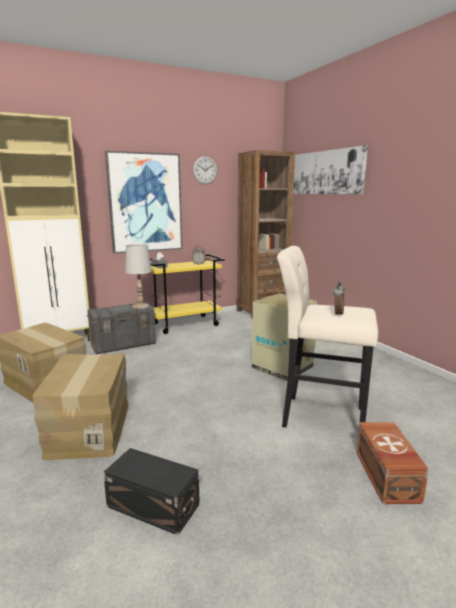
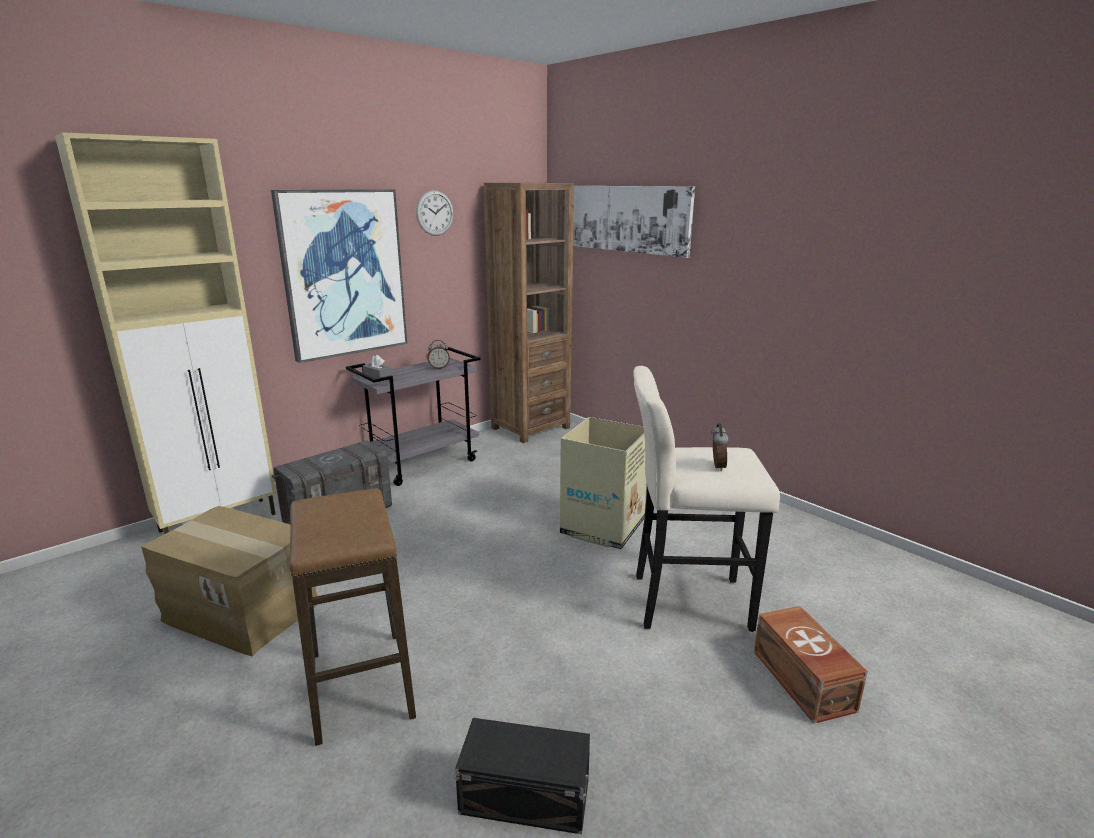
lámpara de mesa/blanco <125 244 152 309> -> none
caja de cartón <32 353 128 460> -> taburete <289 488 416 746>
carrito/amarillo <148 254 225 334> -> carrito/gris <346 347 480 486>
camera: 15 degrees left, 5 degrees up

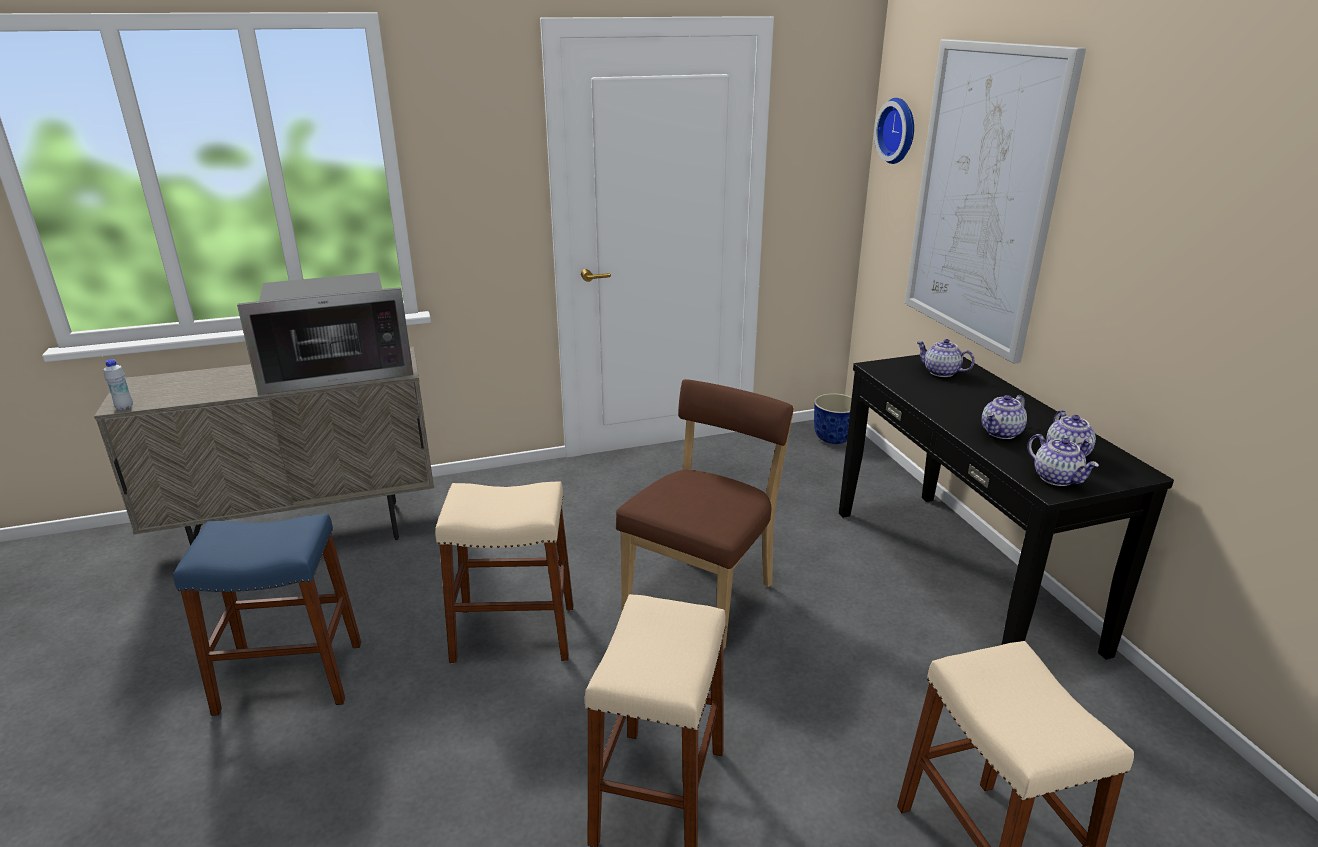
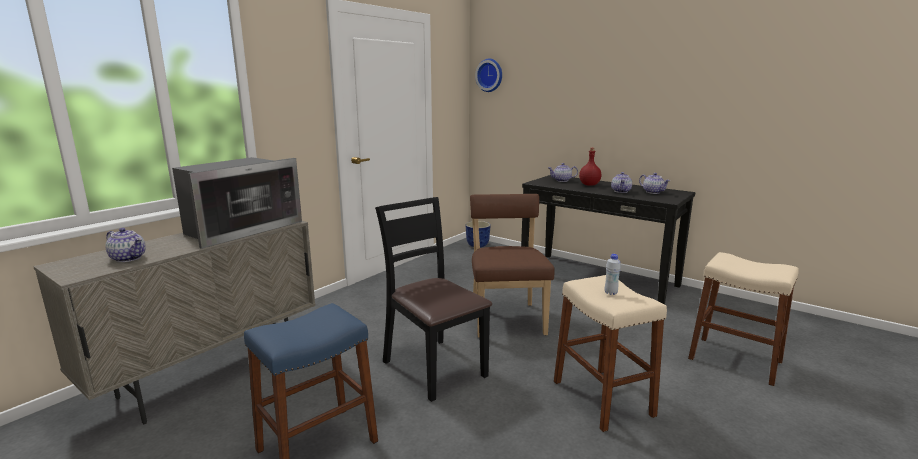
cuadro <905 39 1086 364> -> none
none -> botella/rojo <579 148 601 186>
botella/blanco <103 359 133 410> -> botella/blanco <605 254 621 295>, relocated
tetera <1027 434 1099 486> -> tetera <105 228 146 262>, relocated
taburete/beis <435 481 573 663> -> silla/negro <375 197 492 402>
camera: 35 degrees left, 10 degrees down

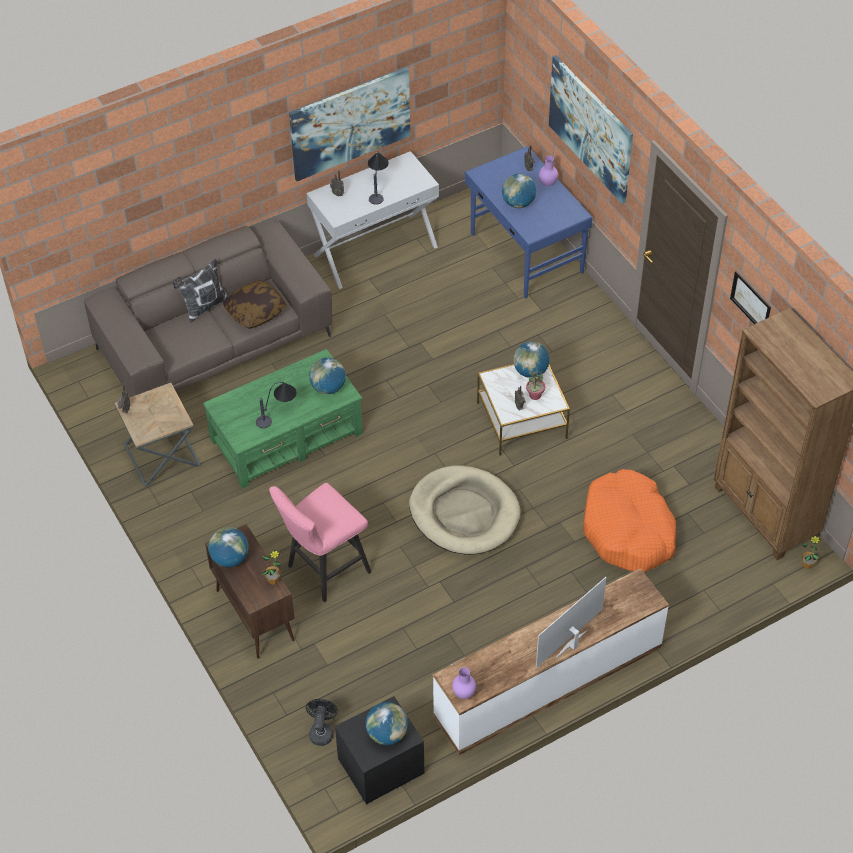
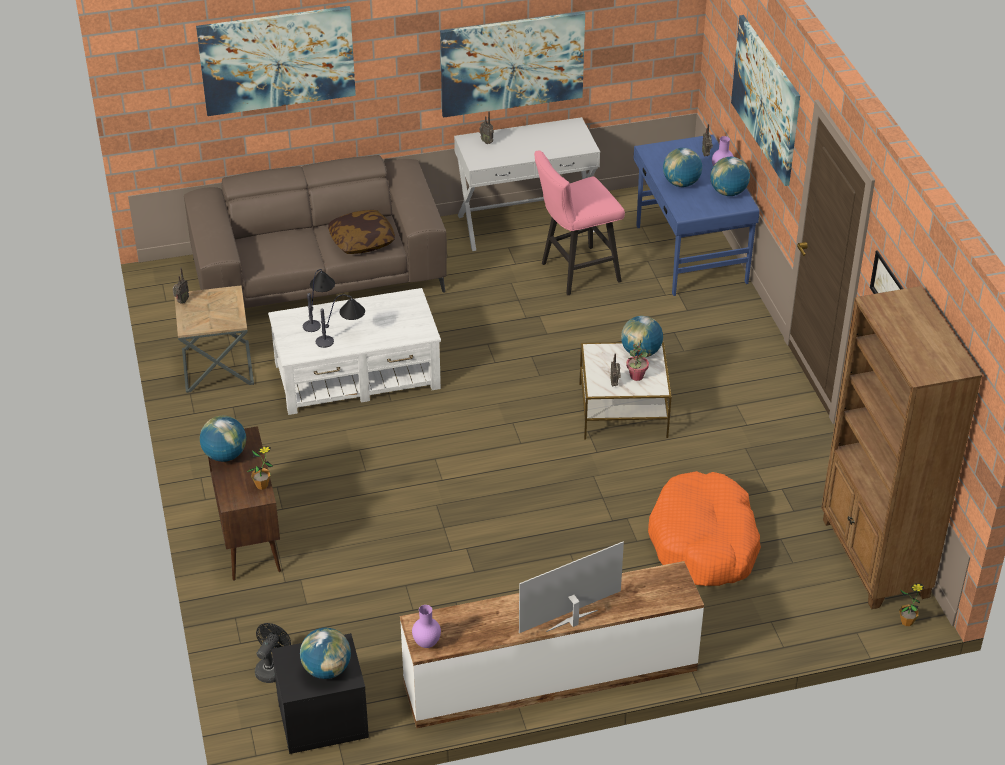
cojín <172 258 229 323> -> none
cama para perro/beis <409 466 521 555> -> none
none -> cuadro <196 6 356 116>
taburete/rosa <269 483 371 602> -> taburete/rosa <534 151 625 295>, relocated
globo terráqueo <309 358 346 394> -> globo terráqueo <710 157 750 196>, relocated
lámpara de mesa <368 151 389 205> -> lámpara de mesa <303 269 335 332>, relocated
mesa de centro/verde <203 349 363 489> -> mesa de centro/blanco <268 288 441 415>
camera: 15 degrees right, 10 degrees down

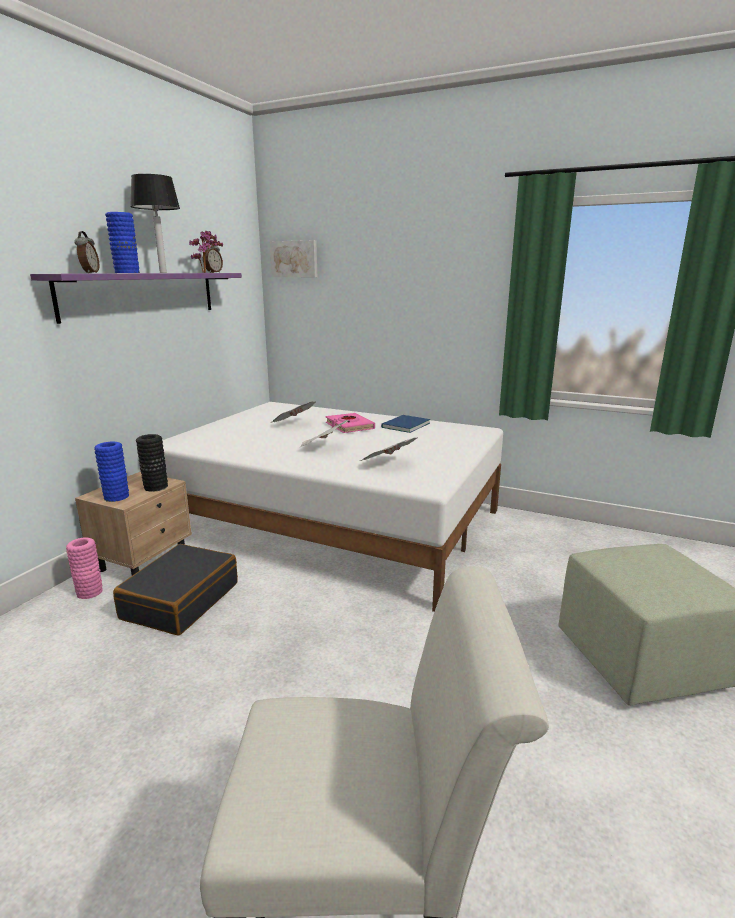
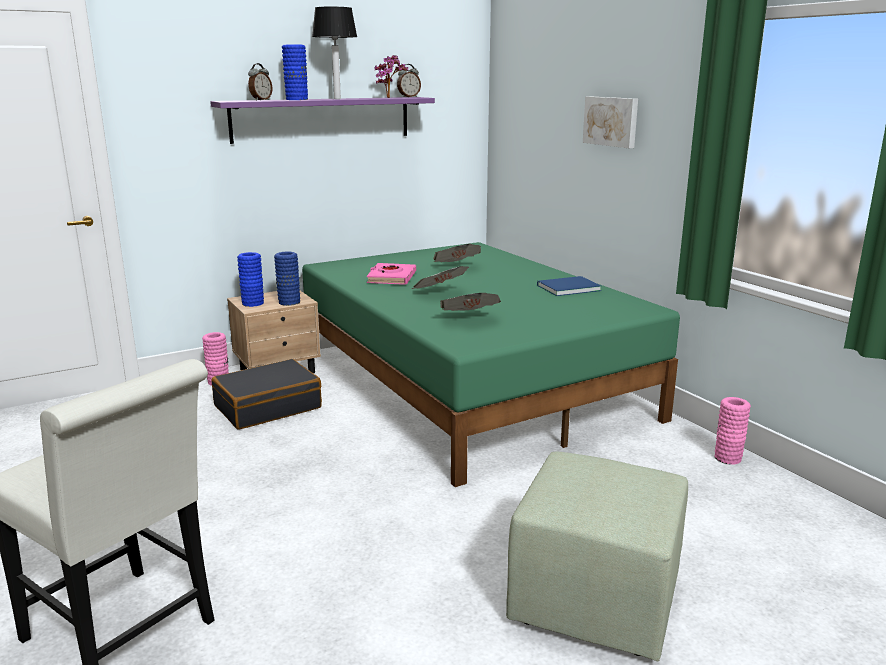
none -> florero/rosa <714 397 751 465>
cuadro <270 240 317 277> -> cuadro <583 96 638 148>, relocated
libro/rosa <325 413 375 433> -> libro/rosa <367 263 416 285>, relocated
florero/negro <136 434 168 492> -> florero/azul <274 252 300 306>
cama/blanco <162 402 503 612> -> cama/verde <302 242 680 487>
camera: 35 degrees right, 0 degrees up

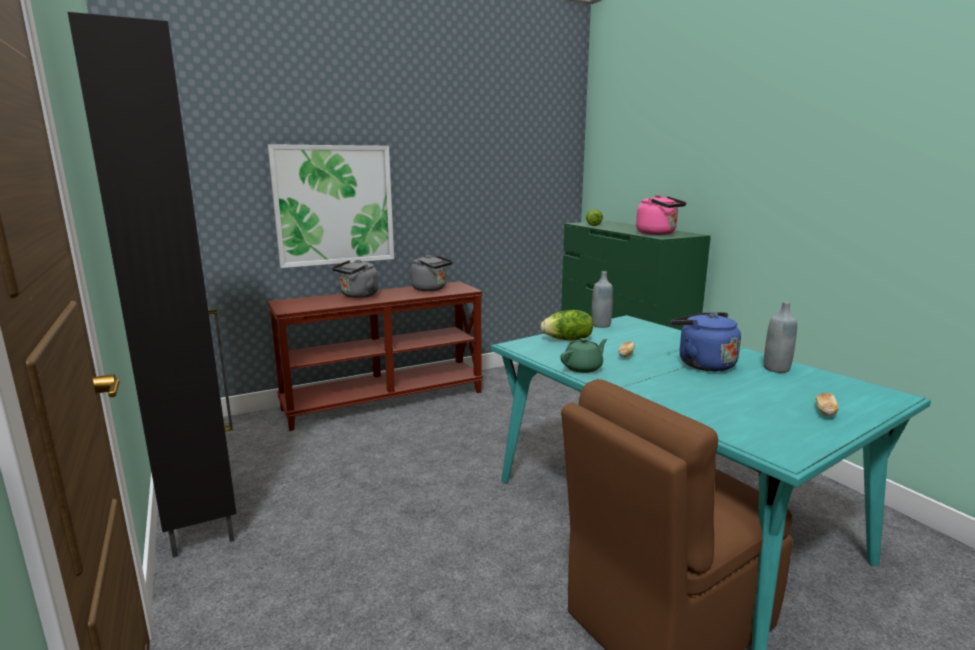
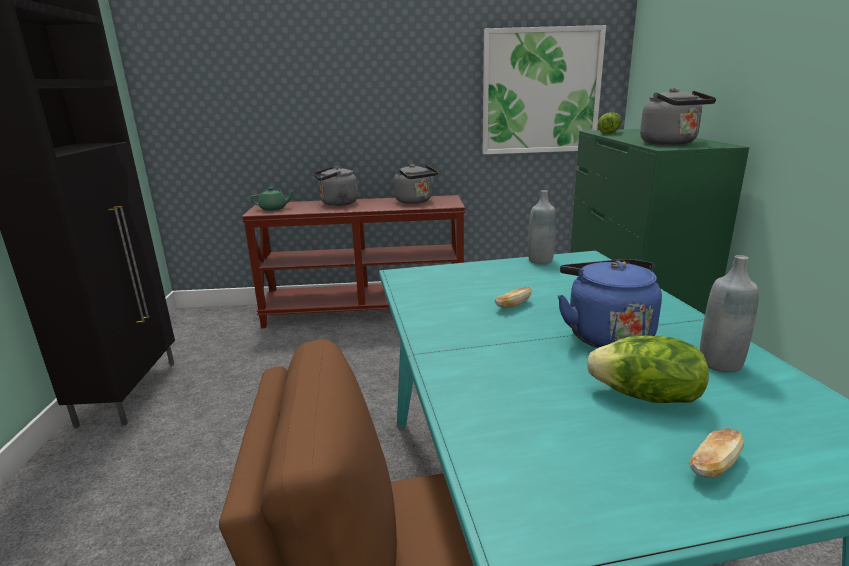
cuadro <268 144 394 268> -> cuadro <483 25 606 154>, relocated
lechuga <540 310 593 341> -> lechuga <587 336 709 403>, relocated
tetera/verde <560 338 608 373> -> tetera/verde <250 187 295 211>, relocated
hervidor/rosa <636 195 686 235> -> hervidor/gris <640 88 716 145>
camera: 25 degrees right, 5 degrees up

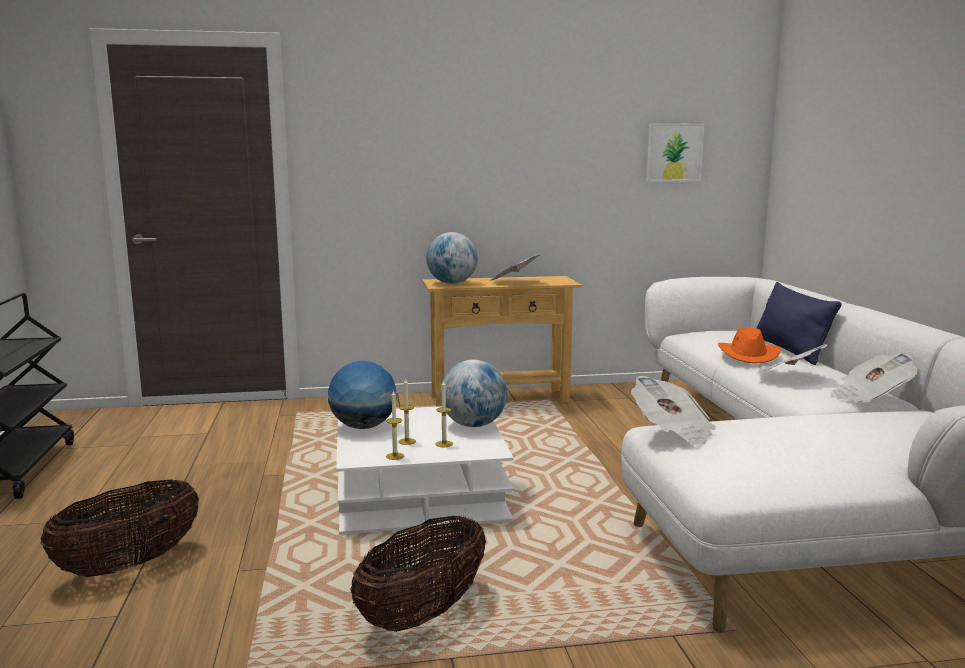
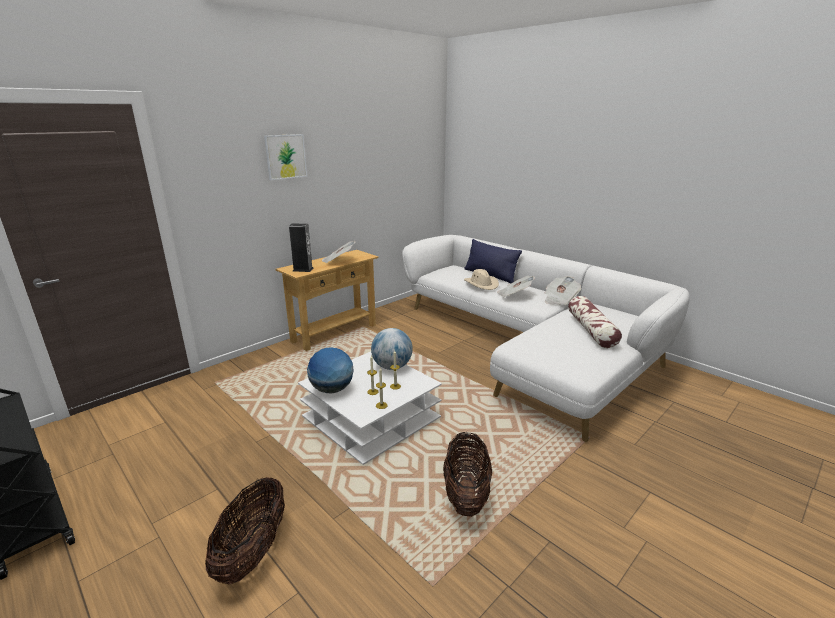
periódico <631 376 716 447> -> none
none -> cojín <568 296 622 348>
cuadro <647 123 704 182> -> cuadro <264 134 307 180>, relocated
globo terráqueo <426 232 477 284> -> altavoz <289 223 314 272>
sombrero/naranja <718 328 781 364> -> sombrero/beis <464 269 499 290>
camera: 35 degrees left, 10 degrees up

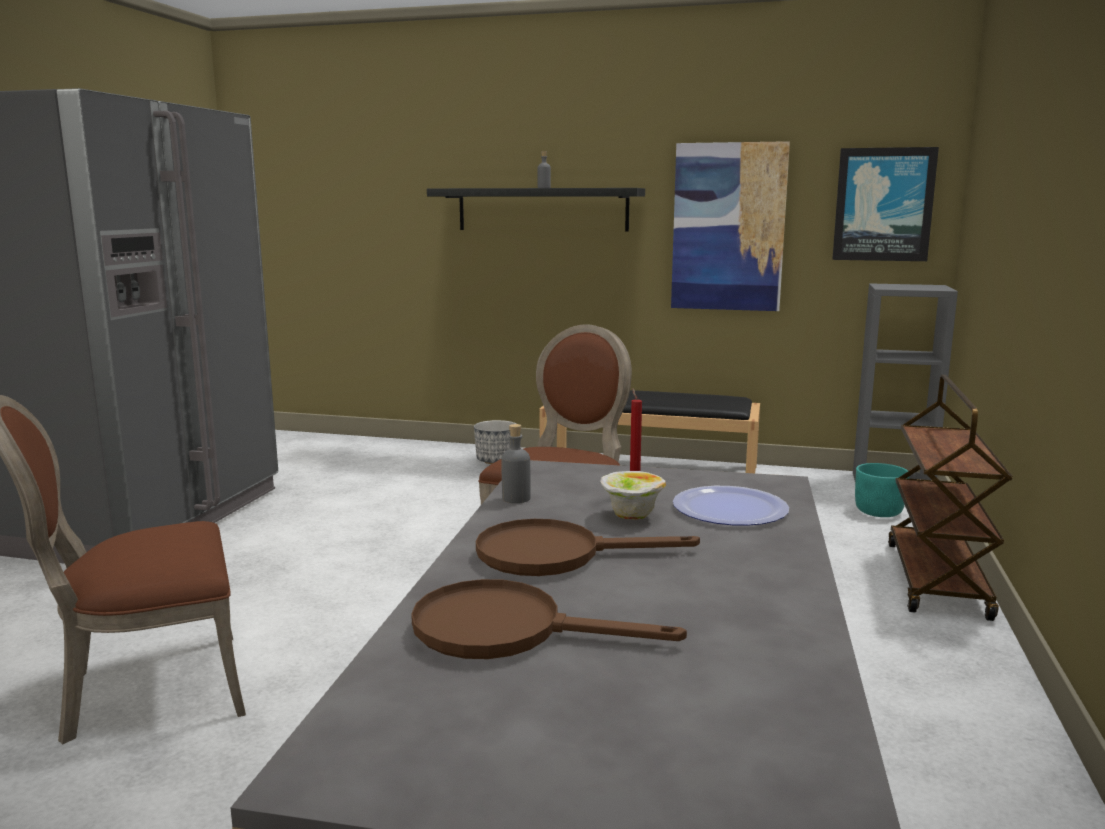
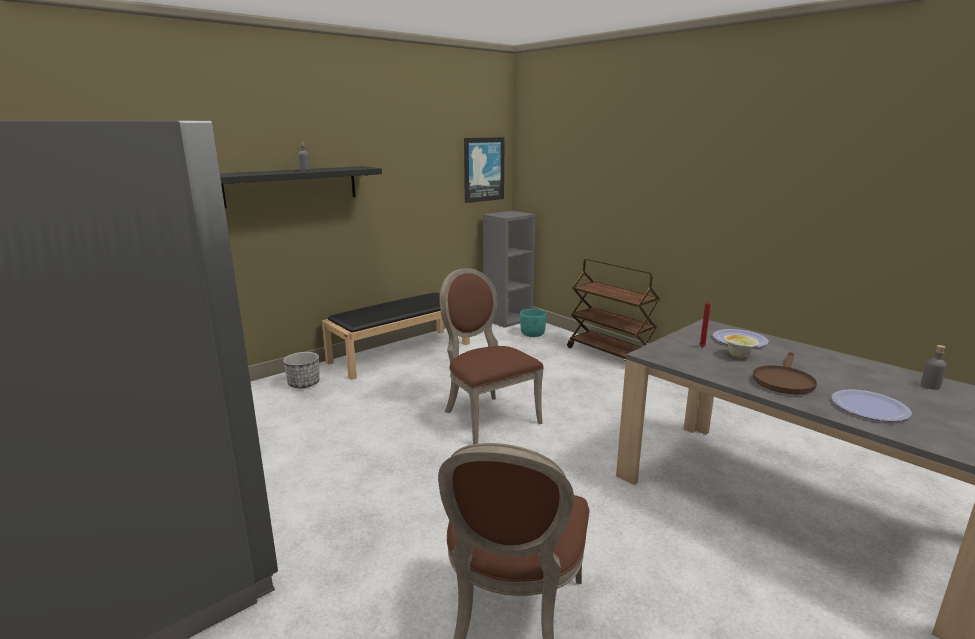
cuadro <671 141 790 311> -> none
botella/gris <501 424 531 503> -> botella/gris <921 345 947 390>, relocated
sartén/marrón <411 579 687 659> -> plato <831 389 912 422>
camera: 55 degrees left, 5 degrees up

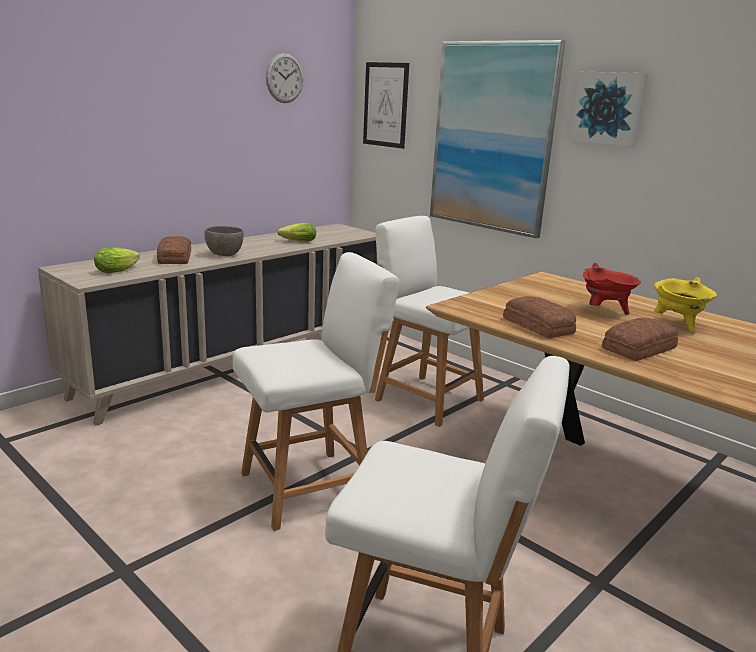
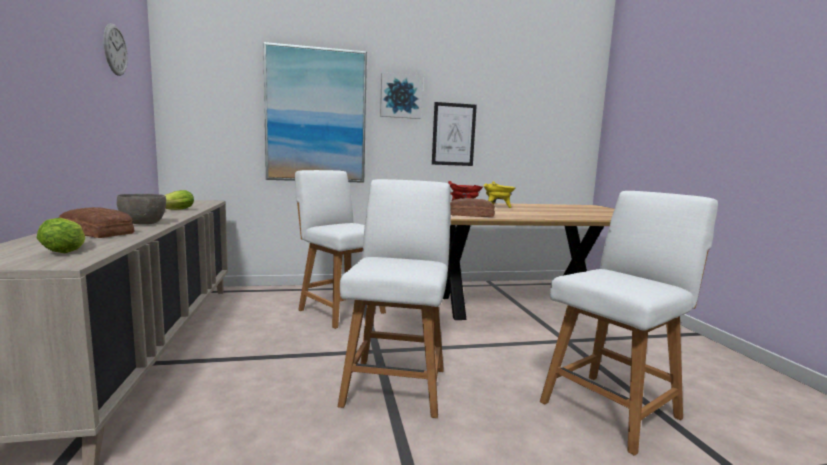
pan <602 318 679 361> -> none
cuadro <363 62 409 149> -> cuadro <432 102 477 166>, relocated
silla/blanco <375 216 484 427> -> silla/blanco <295 170 386 329>, 60 degrees clockwise
camera: 55 degrees left, 10 degrees down

